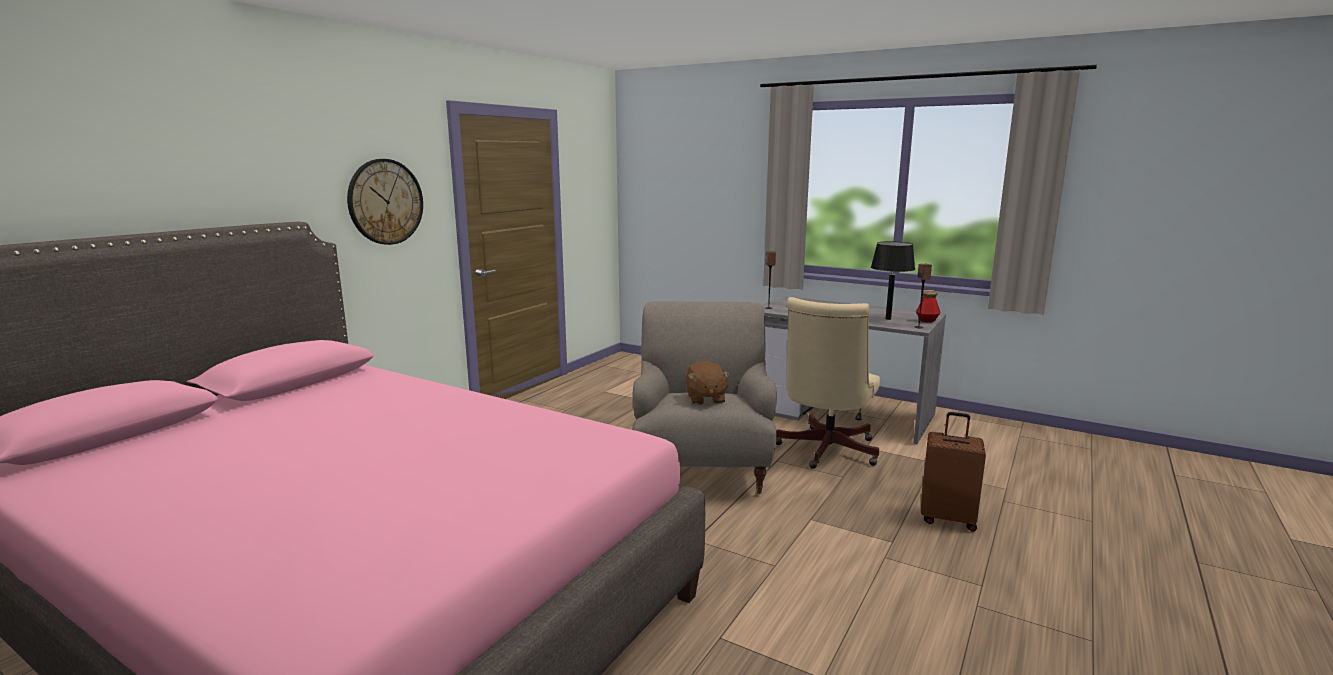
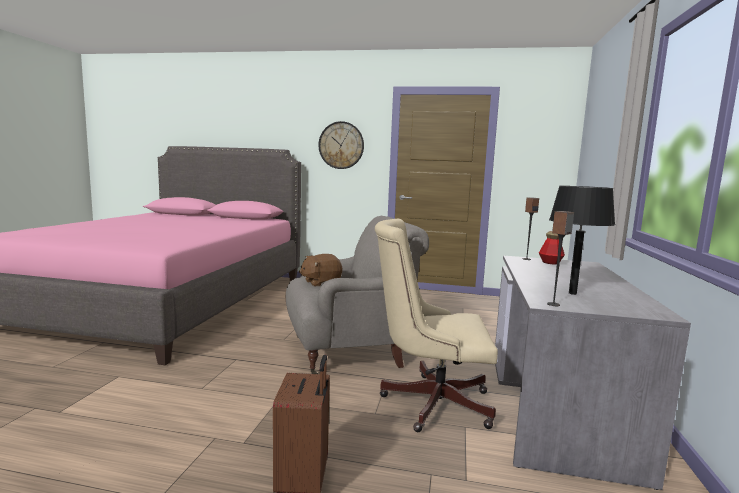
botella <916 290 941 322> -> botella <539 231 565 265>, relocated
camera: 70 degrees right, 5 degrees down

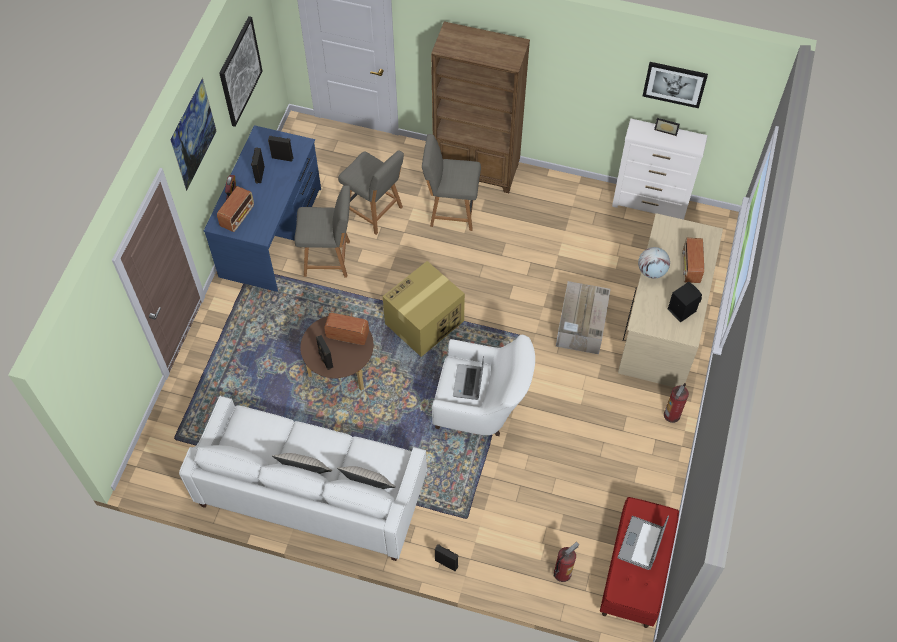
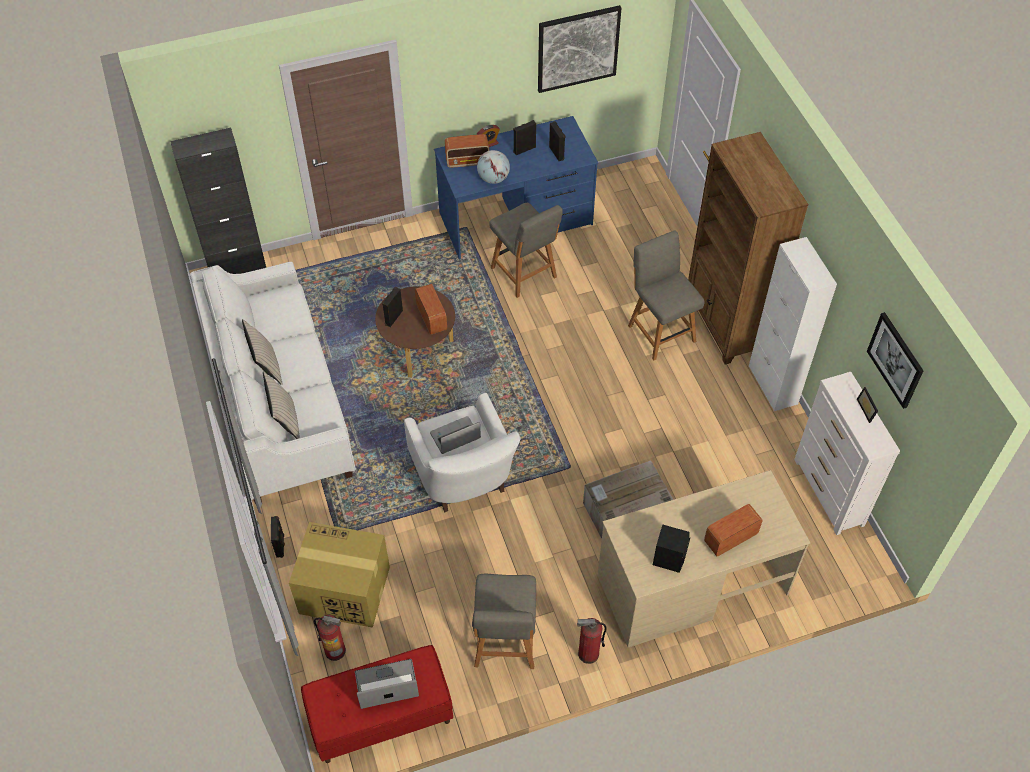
cuadro <170 78 216 191> -> none
none -> armario/negro <170 128 266 274>
none -> armario/blanco <749 237 837 411>
silla/gris <338 150 404 235> -> silla/gris <472 574 536 669>, relocated
caja de cartón <383 261 465 357> -> caja de cartón <289 522 390 628>, relocated
globo terráqueo <638 247 670 279> -> globo terráqueo <477 150 510 184>, relocated
camera: 55 degrees right, 5 degrees down

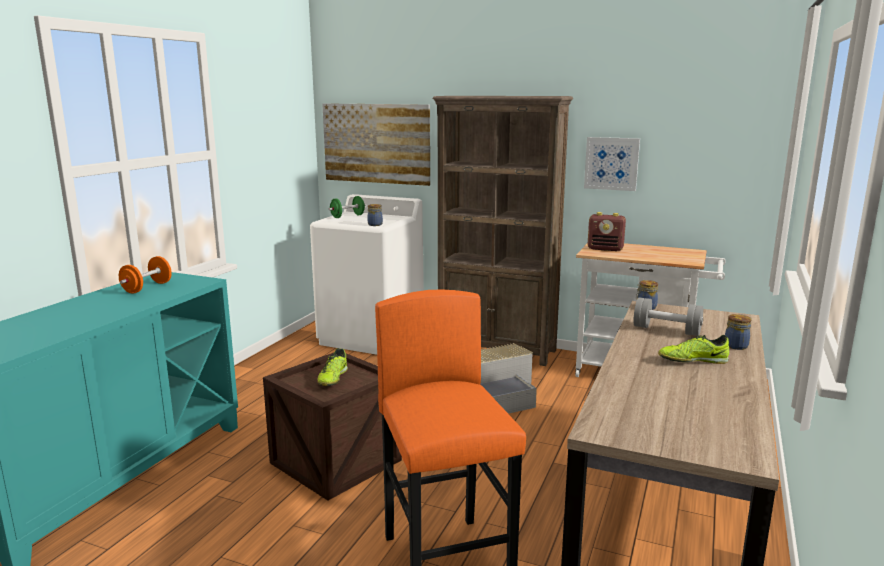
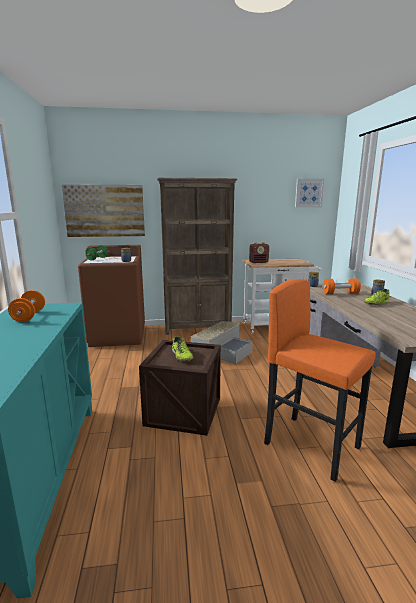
cuadro <584 137 640 191> -> cuadro <295 179 324 208>, relocated
lavadora/blanco <310 194 424 355> -> lavadora/marrón <78 245 145 347>
mancuerna/gris <634 297 703 336> -> mancuerna/naranja <323 278 361 294>
camera: 30 degrees left, 0 degrees up

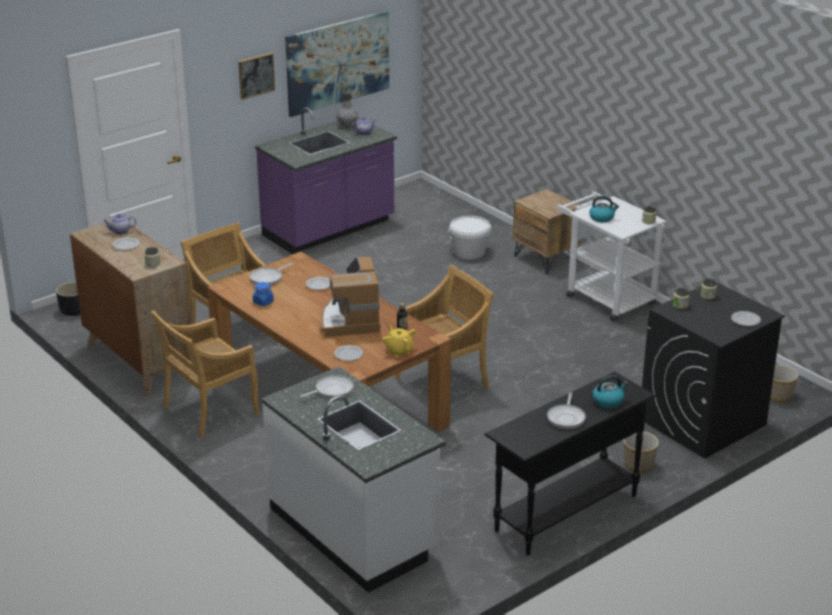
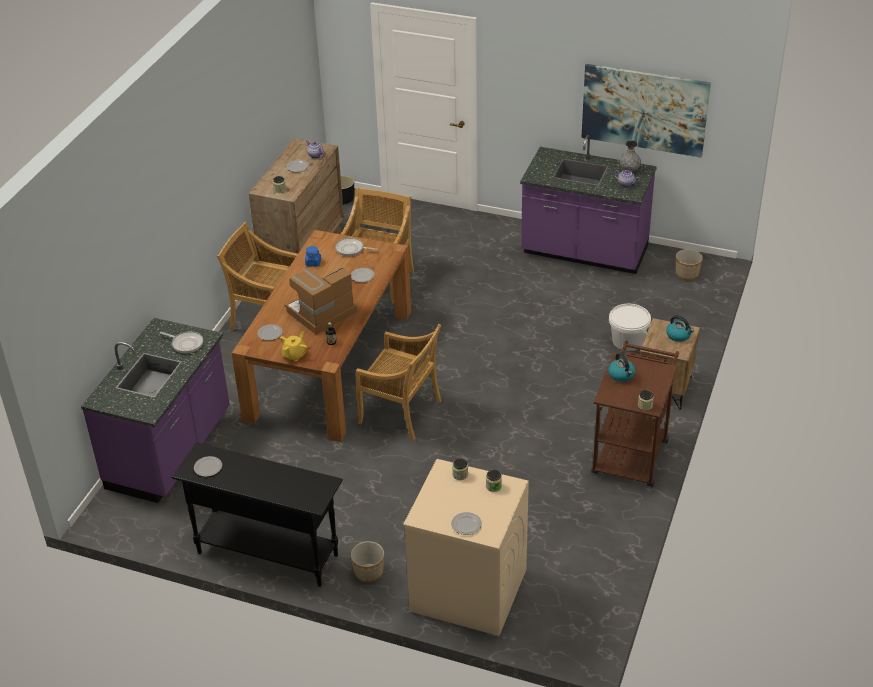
cuadro <238 53 275 100> -> none
sartén <547 392 586 429> -> none
none -> plato <194 456 222 477>
hervidor <593 375 628 408> -> hervidor <666 315 694 342>, relocated
maceta <770 365 799 402> -> maceta <676 249 703 280>, relocated
mueble bajo de cocina/blanco <261 366 446 593> -> mueble bajo de cocina/morado <81 318 230 503>
carrito/blanco <556 191 667 321> -> carrito/marrón <591 341 679 487>
lavadora/negro <642 283 785 459> -> lavadora/beis <403 459 529 636>
camera: 60 degrees right, 10 degrees up

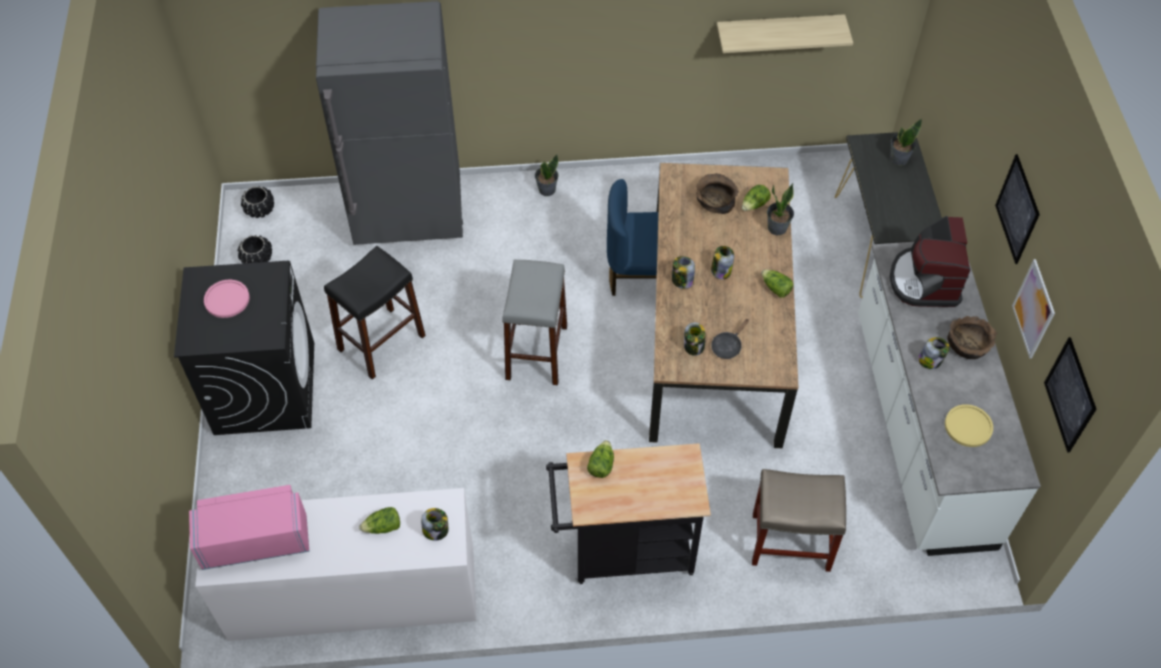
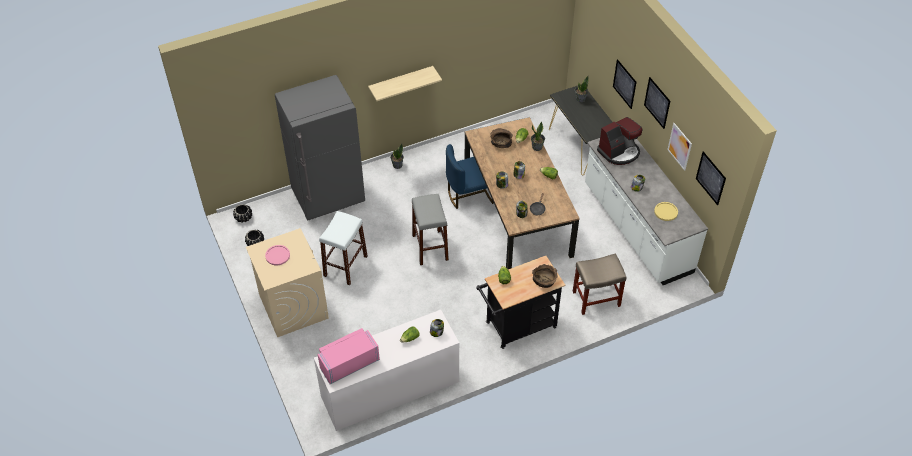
none -> cuadro <613 59 636 109>
estante <717 14 853 53> -> estante <368 66 442 101>, relocated
cuenco/marrón <947 316 997 359> -> cuenco/marrón <532 264 558 288>, relocated
lavadora/negro <174 261 314 435> -> lavadora/beis <246 228 329 337>
taburete/negro <324 246 426 380> -> taburete/blanco <319 211 368 285>
cafetera <890 216 970 307> -> cafetera <597 117 642 165>, 105 degrees counterclockwise
camera: 20 degrees left, 5 degrees down

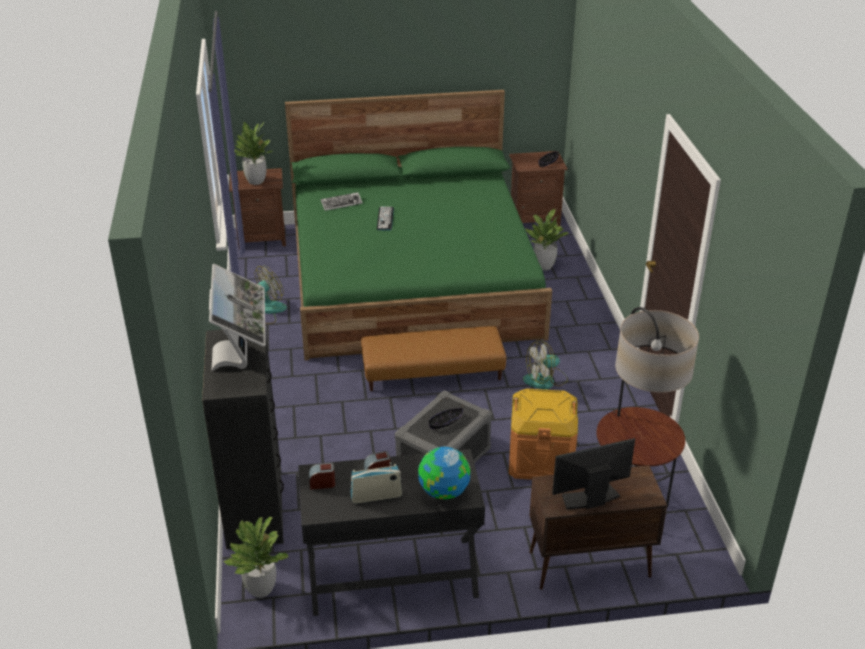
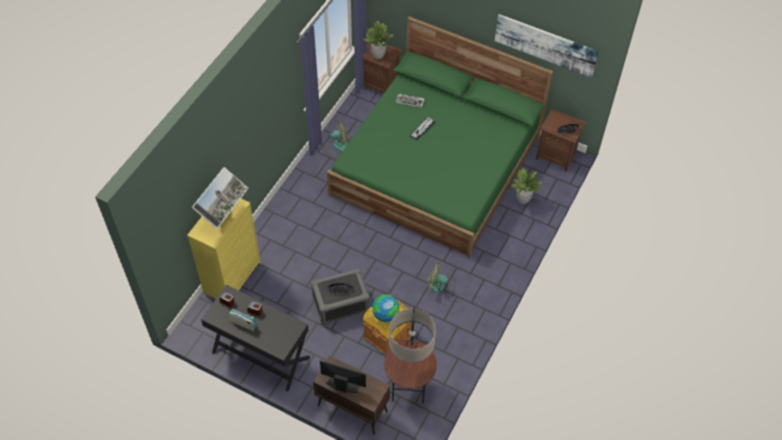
planta en maceta <223 517 288 598> -> none
puf/marrón <361 326 506 391> -> none
none -> cuadro <495 14 599 78>
globo terráqueo <418 447 470 499> -> globo terráqueo <372 295 399 322>, relocated
cómoda/negro <202 328 284 549> -> cómoda/amarillo <187 199 261 299>
camera: 35 degrees right, 20 degrees up

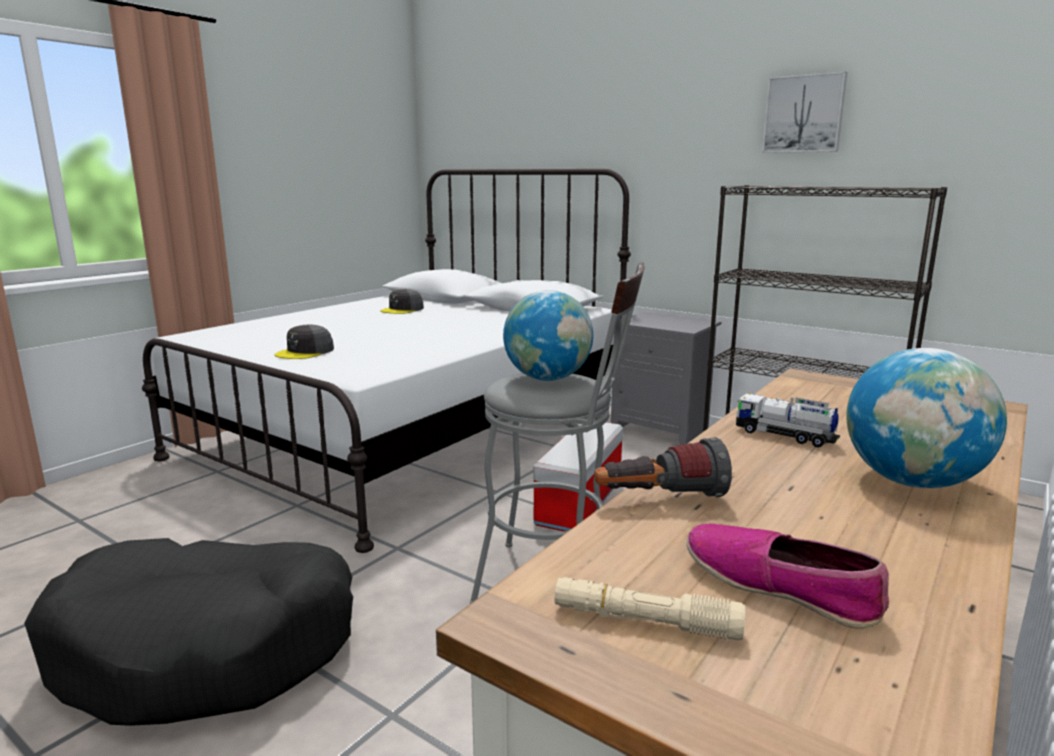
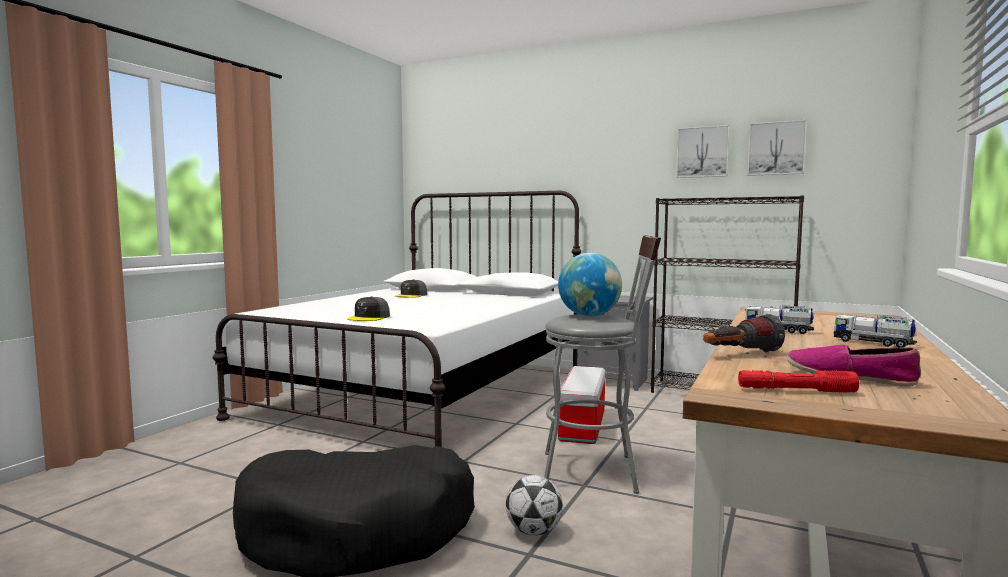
none -> balón de fútbol <506 475 563 536>
none -> cuadro <747 120 807 176>
globo terráqueo <846 348 1007 488> -> camión de juguete <834 314 917 348>
linterna/beis <555 577 745 640> -> linterna/rojo <738 370 859 393>
camera: 10 degrees left, 10 degrees down

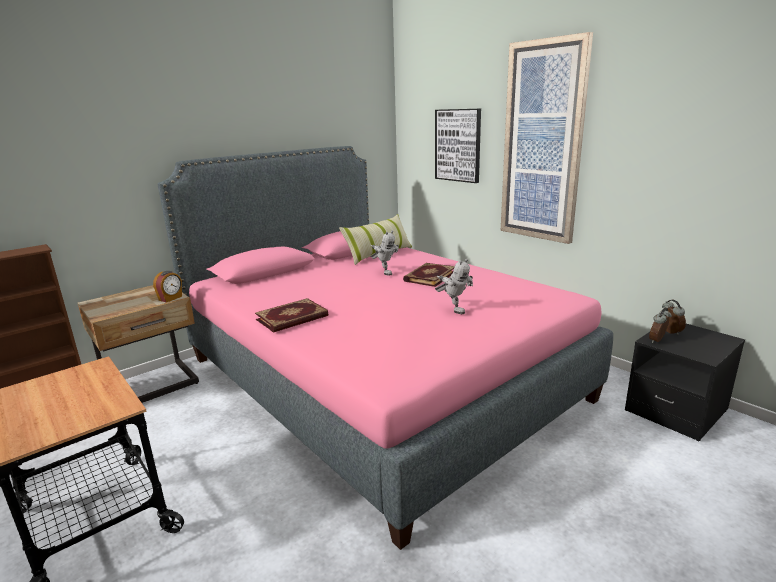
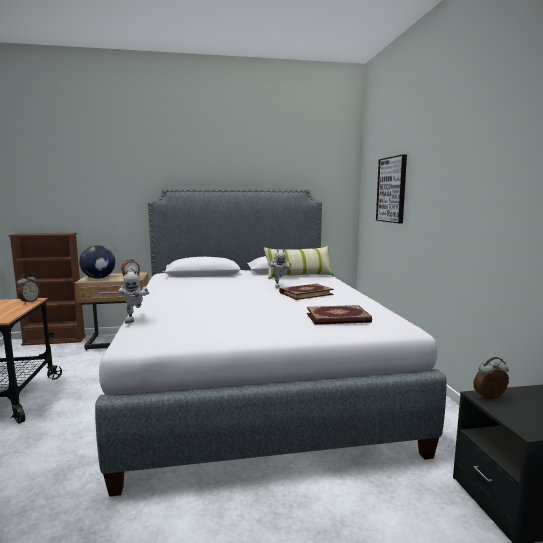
cuadro <501 32 593 244> -> none
none -> globo terráqueo <79 245 115 279>
libro <255 298 328 333> -> libro <307 305 372 325>, relocated
robot de juguete <435 259 473 314> -> robot de juguete <118 270 149 324>, relocated
despertador <661 300 686 335> -> despertador <17 274 40 303>, relocated
cama/rosa <158 146 613 550> -> cama/gris <95 188 446 497>
camera: 30 degrees right, 10 degrees down

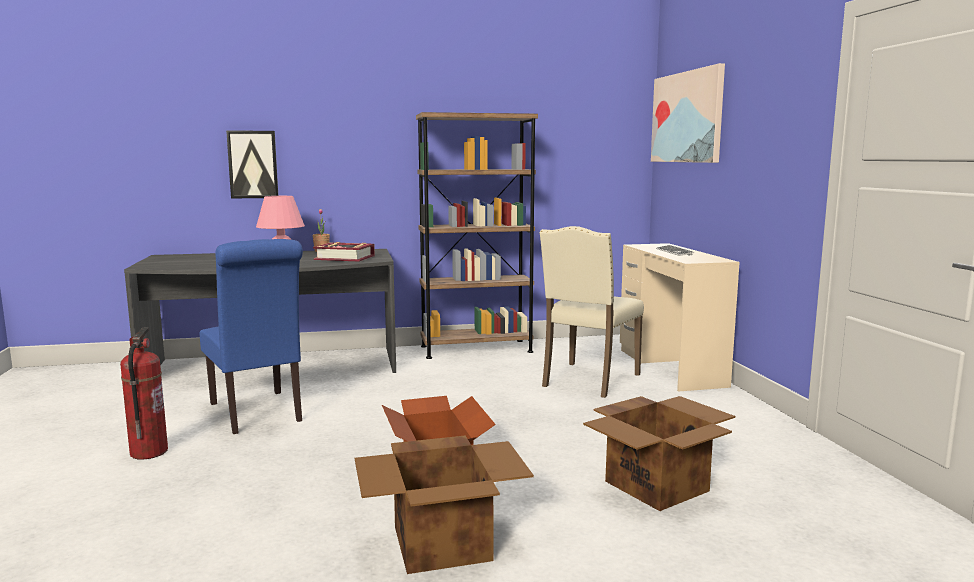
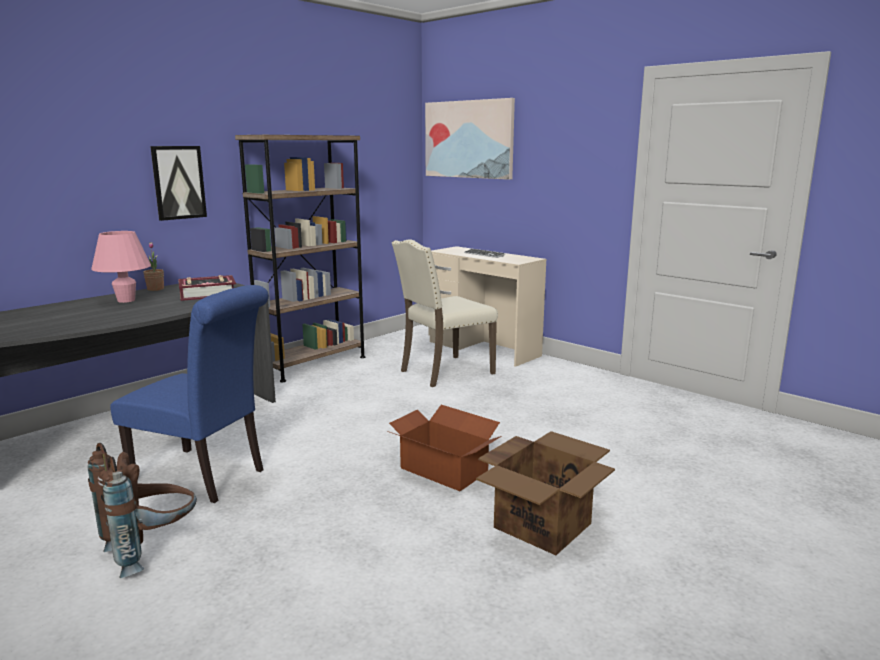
caja de cartón <583 396 735 511> -> none
cuadro <226 130 278 199> -> cuadro <150 146 207 221>, relocated
extintor <120 328 168 460> -> mochila/marrón <88 443 197 578>
silla/beis <540 226 644 398> -> silla/beis <392 239 498 387>, 60 degrees clockwise
camera: 35 degrees left, 5 degrees up

